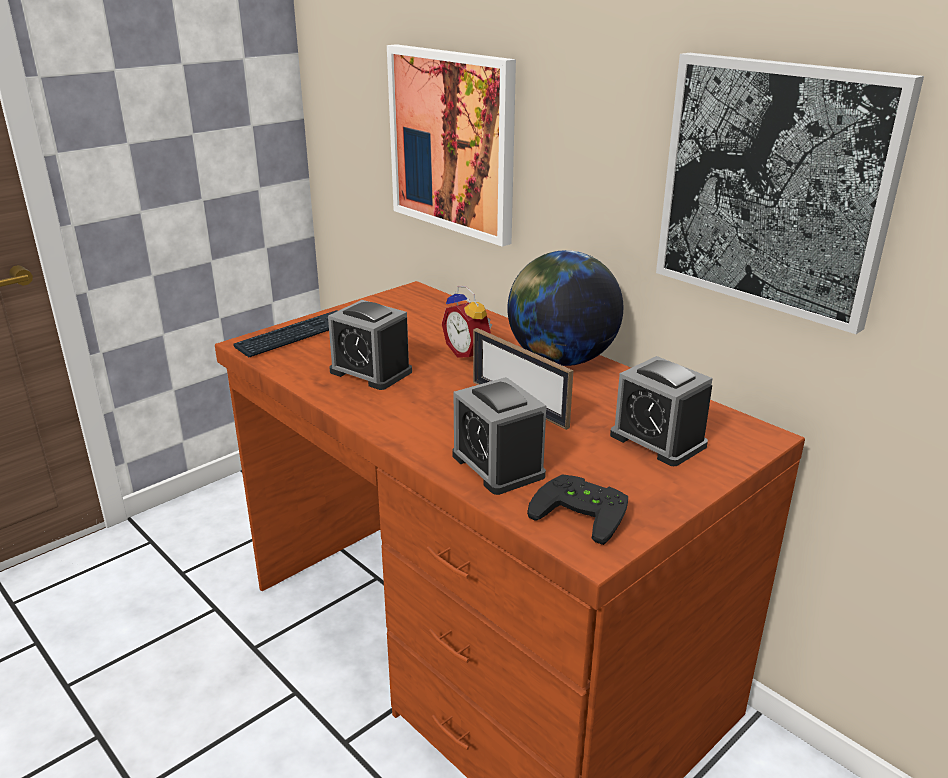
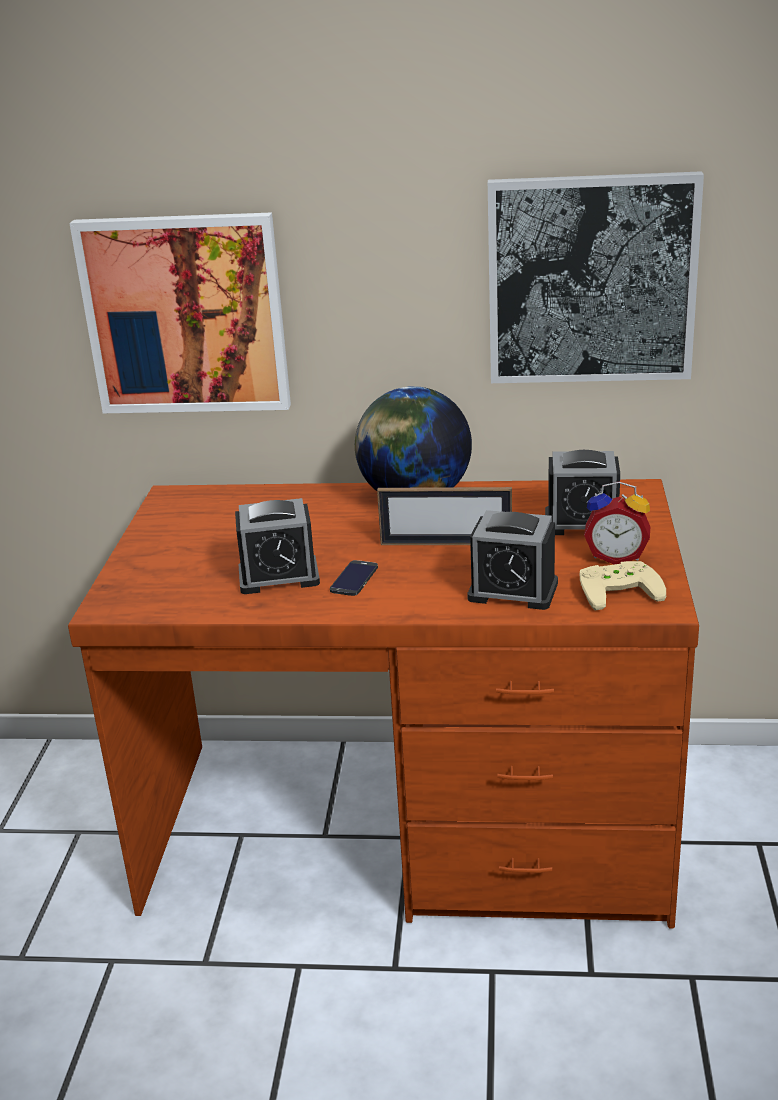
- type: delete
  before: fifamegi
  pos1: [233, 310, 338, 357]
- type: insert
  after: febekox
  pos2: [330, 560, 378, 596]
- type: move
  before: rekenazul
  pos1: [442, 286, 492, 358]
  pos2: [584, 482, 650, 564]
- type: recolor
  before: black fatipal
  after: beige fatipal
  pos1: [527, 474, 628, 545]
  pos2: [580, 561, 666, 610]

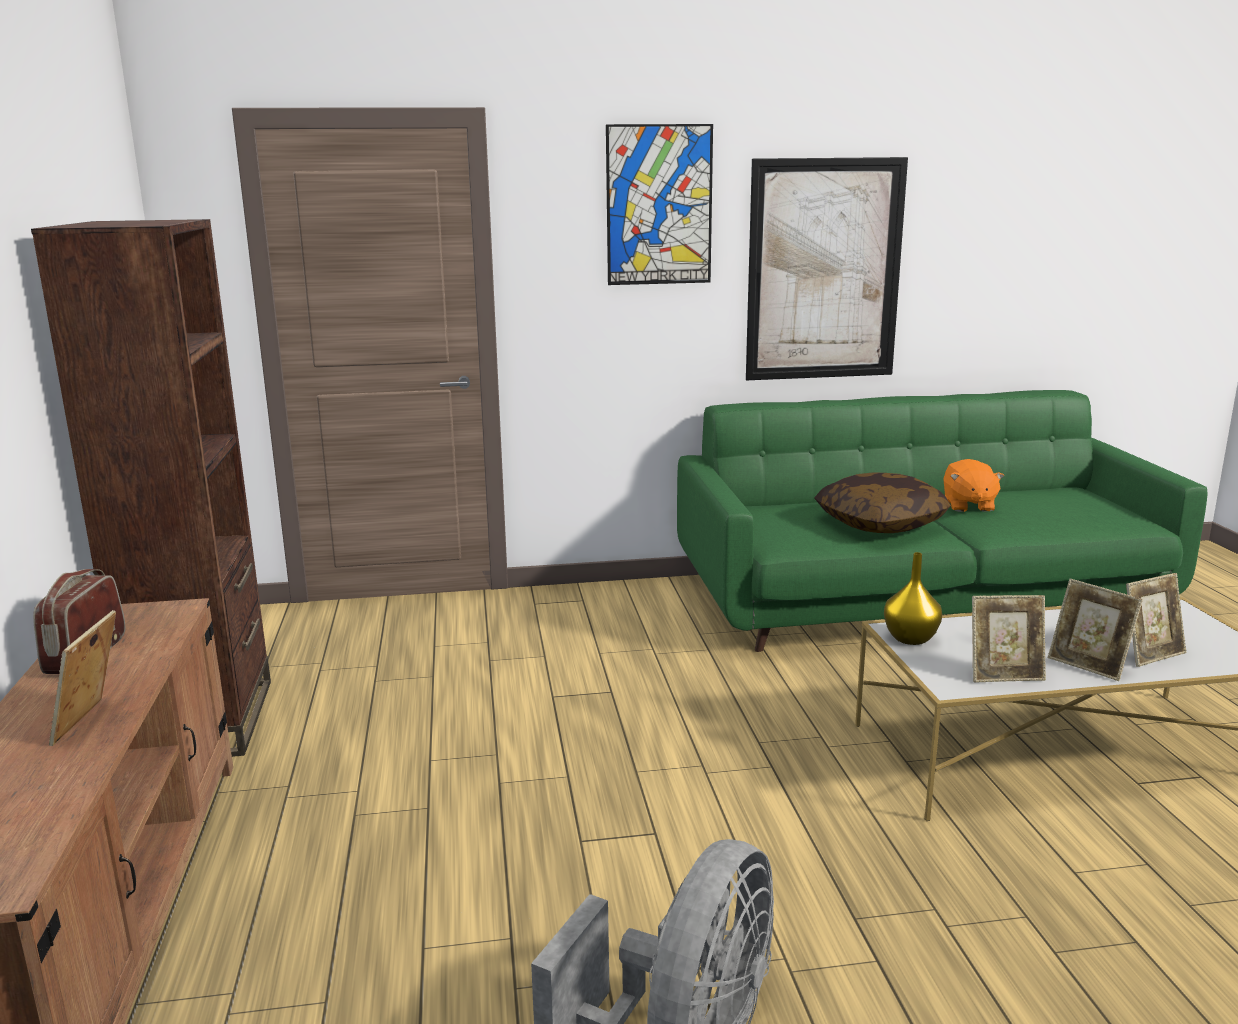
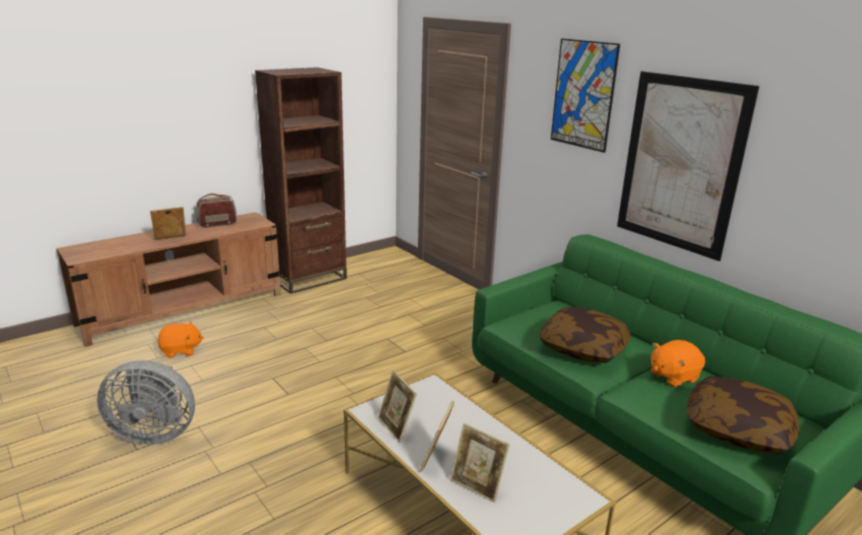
- type: delete
  before: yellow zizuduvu
  pos1: [884, 552, 942, 645]
- type: insert
  after: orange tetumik
  pos2: [158, 321, 204, 358]
- type: insert
  after: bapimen
  pos2: [687, 376, 799, 454]

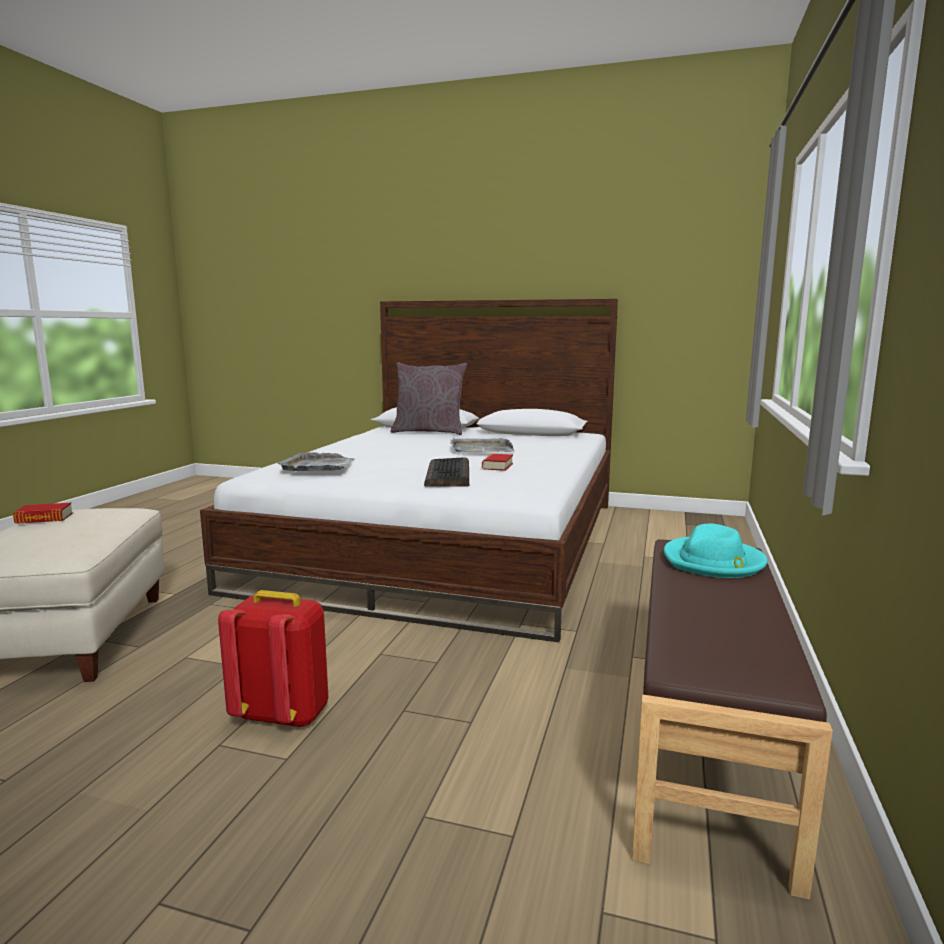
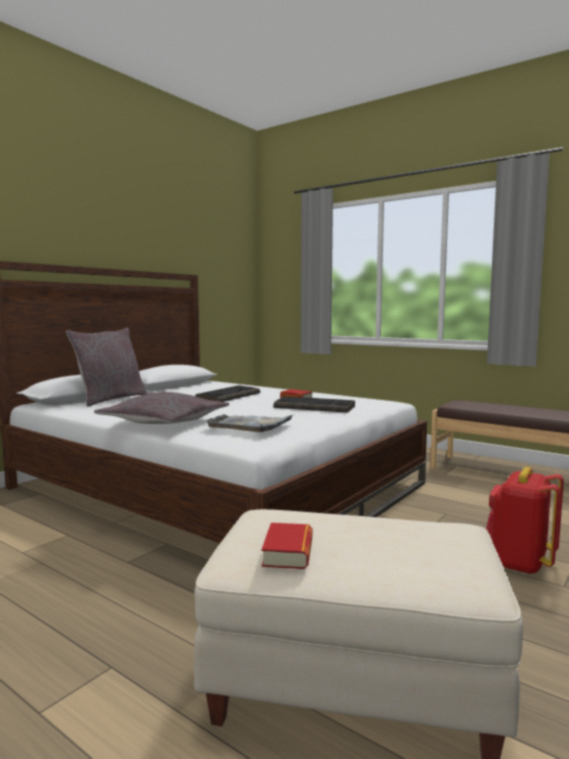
- type: delete
  before: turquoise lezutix
  pos1: [664, 524, 767, 578]
- type: insert
  after: grey bapimen
  pos2: [94, 392, 229, 424]
- type: replace
  before: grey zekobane
  after: fifamegi
  pos1: [451, 438, 514, 452]
  pos2: [195, 385, 260, 402]

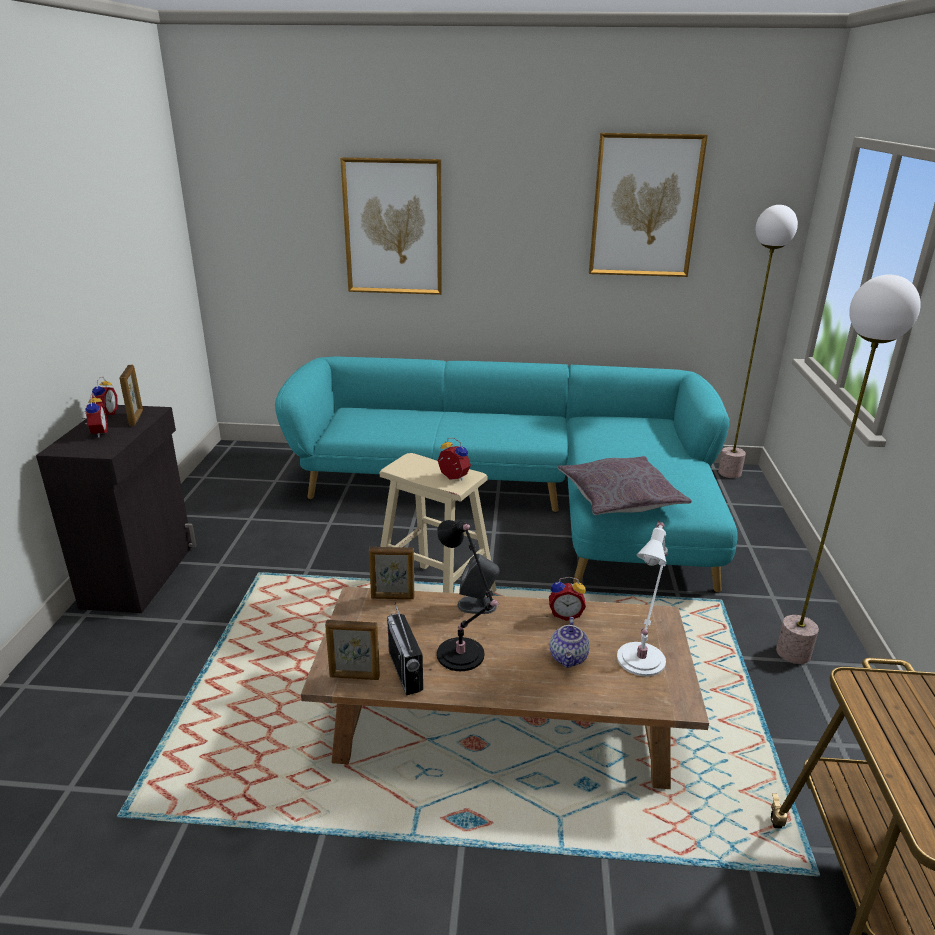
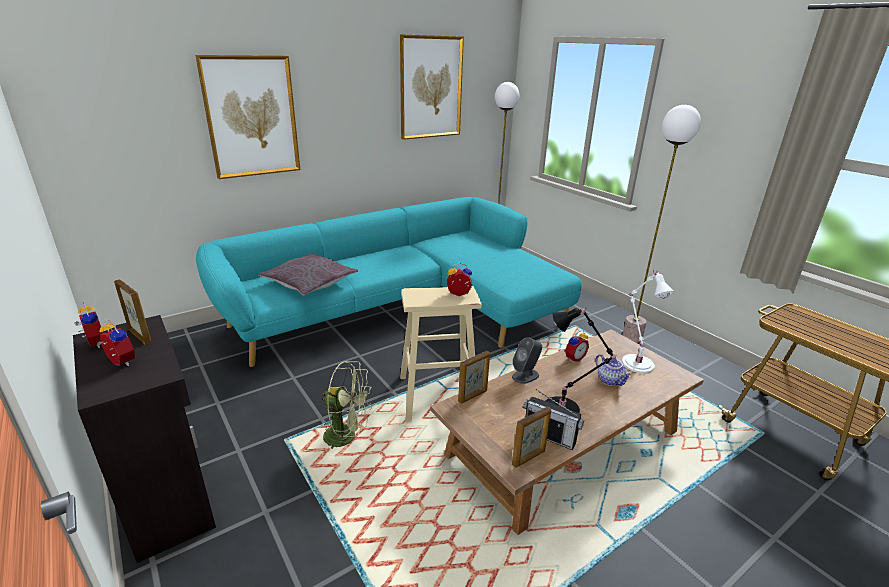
- type: insert
  after: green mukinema
  pos2: [323, 361, 372, 449]
- type: move
  before: grey bapimen
  pos1: [558, 456, 692, 515]
  pos2: [258, 253, 358, 296]

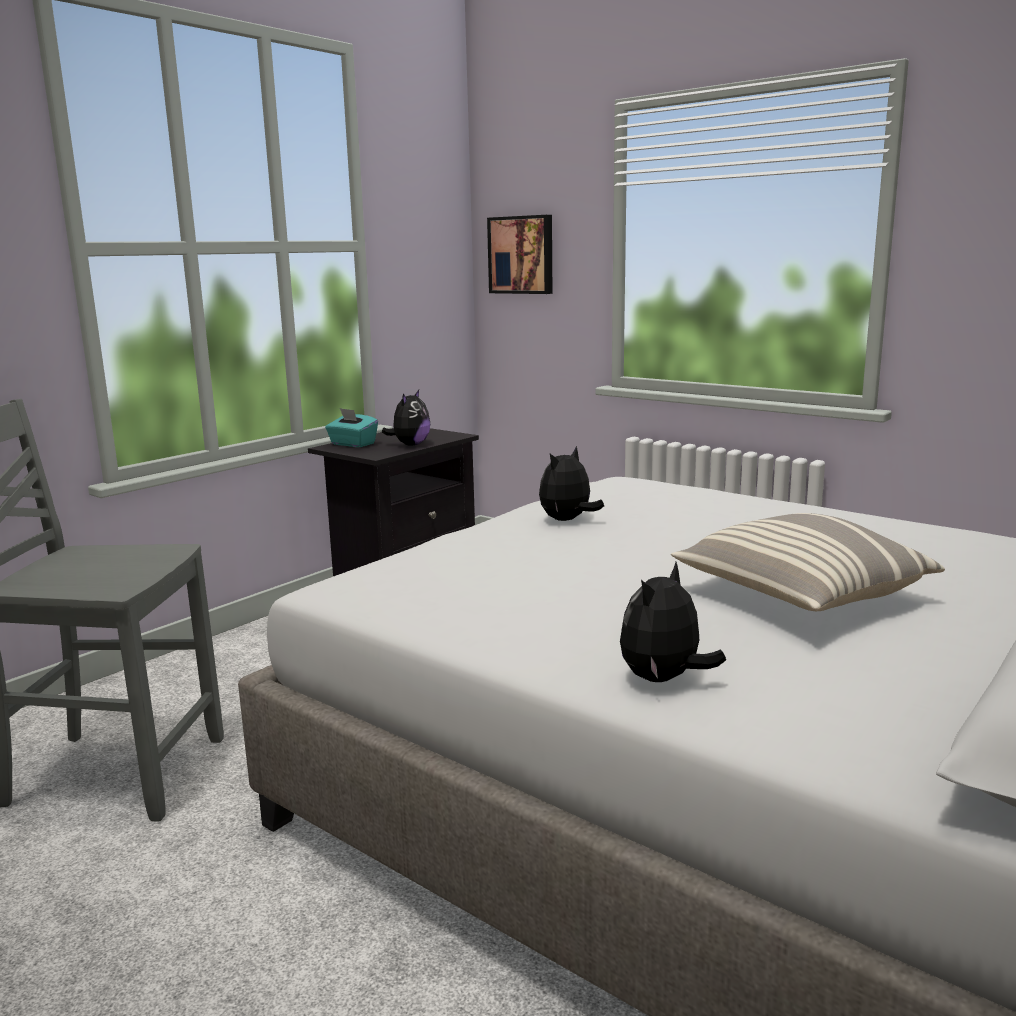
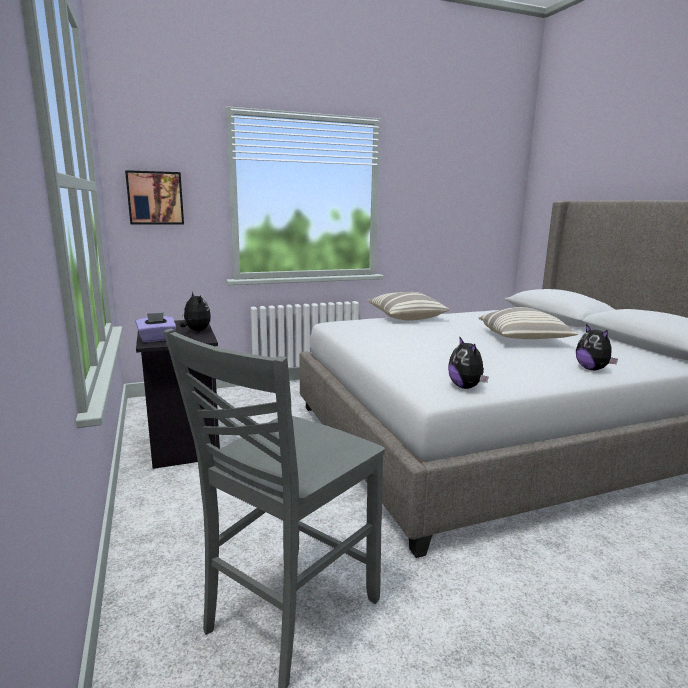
- type: insert
  after: bapimen
  pos2: [367, 292, 449, 320]
- type: move
  before: tetumik
  pos1: [539, 446, 604, 521]
  pos2: [448, 336, 488, 389]
- type: recolor
  before: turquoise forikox
  after: purple forikox
  pos1: [325, 408, 378, 447]
  pos2: [136, 313, 176, 342]

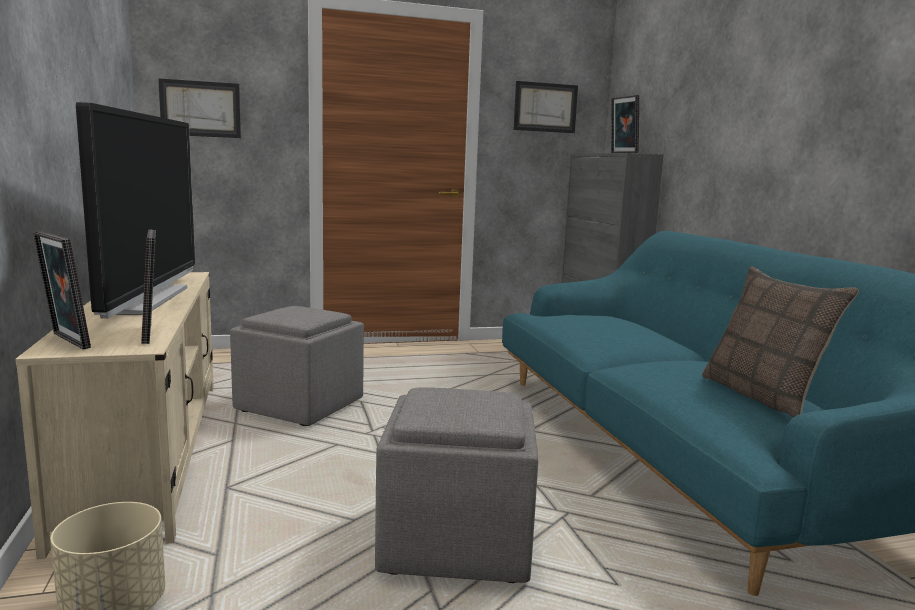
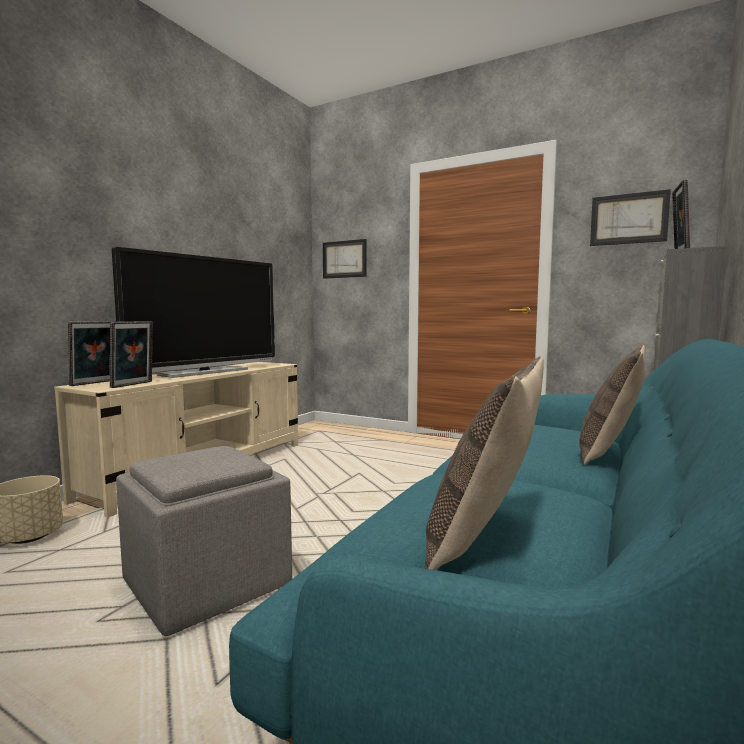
- type: delete
  before: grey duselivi
  pos1: [230, 306, 364, 426]
- type: insert
  after: bapimen
  pos2: [579, 344, 645, 465]
- type: rotate
  before: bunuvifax
  pos1: [33, 231, 91, 349]
  pos2: [68, 321, 115, 386]
  turn: -150

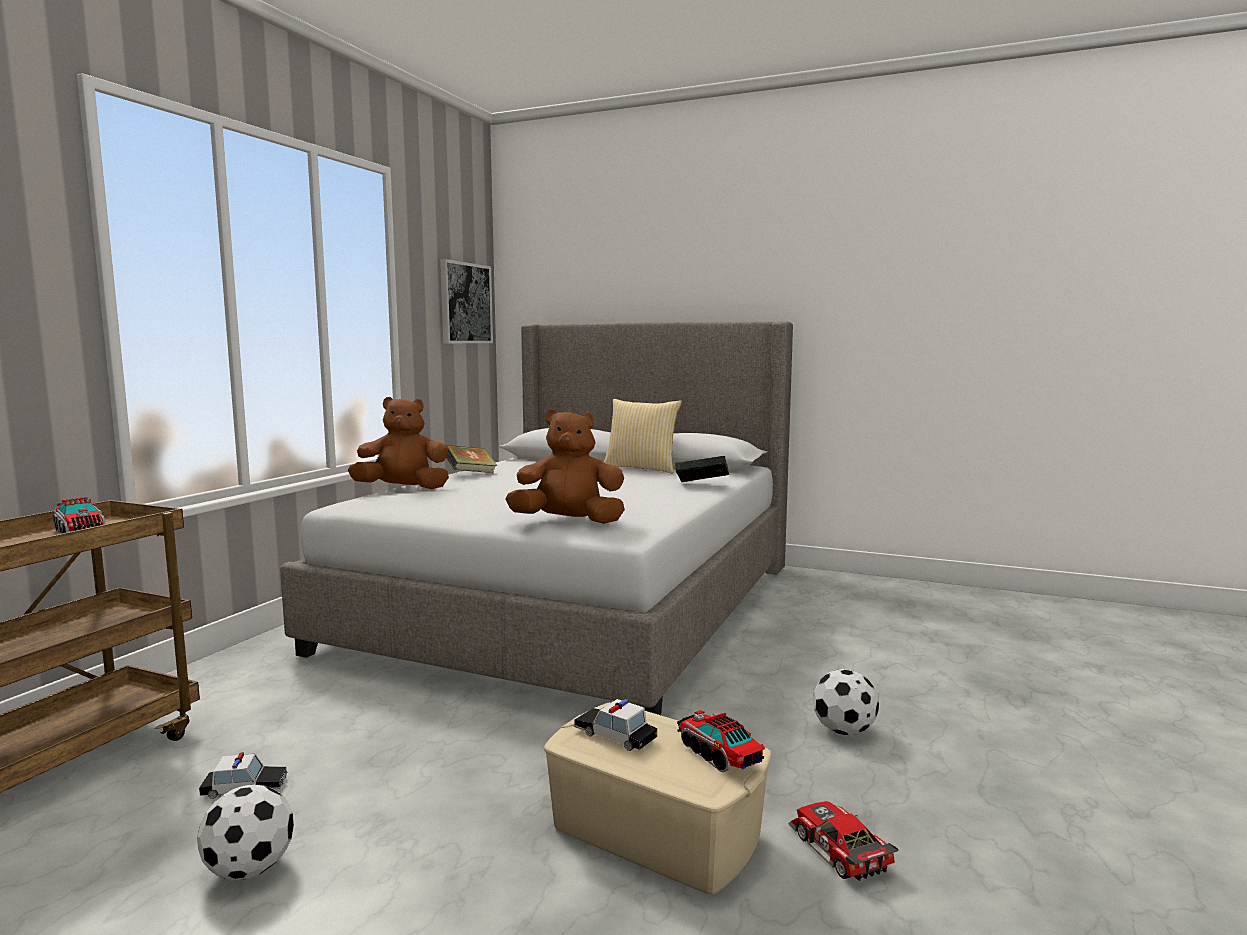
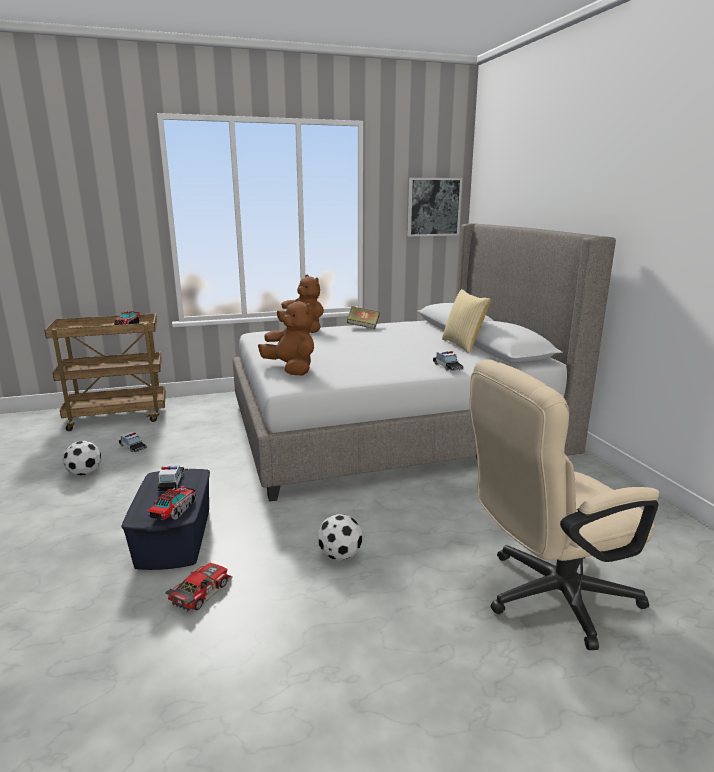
- type: insert
  after: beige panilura
  pos2: [470, 359, 659, 650]
- type: replace
  before: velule
  after: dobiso
  pos1: [675, 456, 729, 483]
  pos2: [433, 351, 464, 371]
- type: recolor
  before: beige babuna
  after: blue babuna
  pos1: [544, 702, 771, 895]
  pos2: [121, 469, 210, 570]

